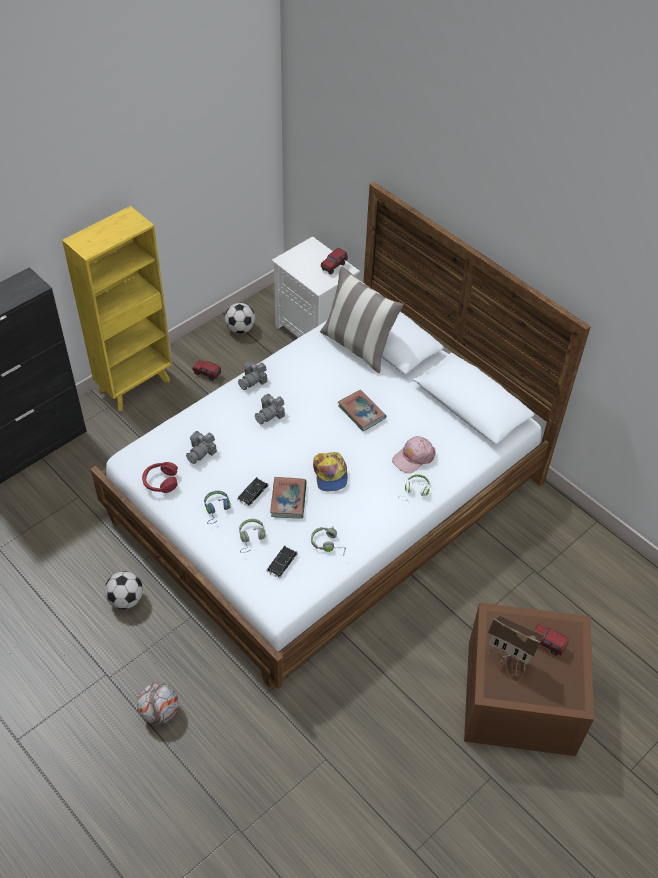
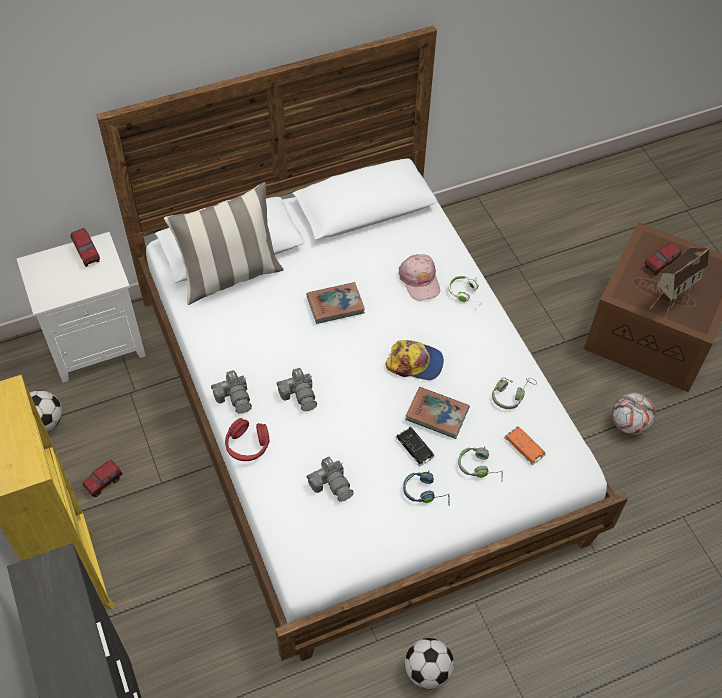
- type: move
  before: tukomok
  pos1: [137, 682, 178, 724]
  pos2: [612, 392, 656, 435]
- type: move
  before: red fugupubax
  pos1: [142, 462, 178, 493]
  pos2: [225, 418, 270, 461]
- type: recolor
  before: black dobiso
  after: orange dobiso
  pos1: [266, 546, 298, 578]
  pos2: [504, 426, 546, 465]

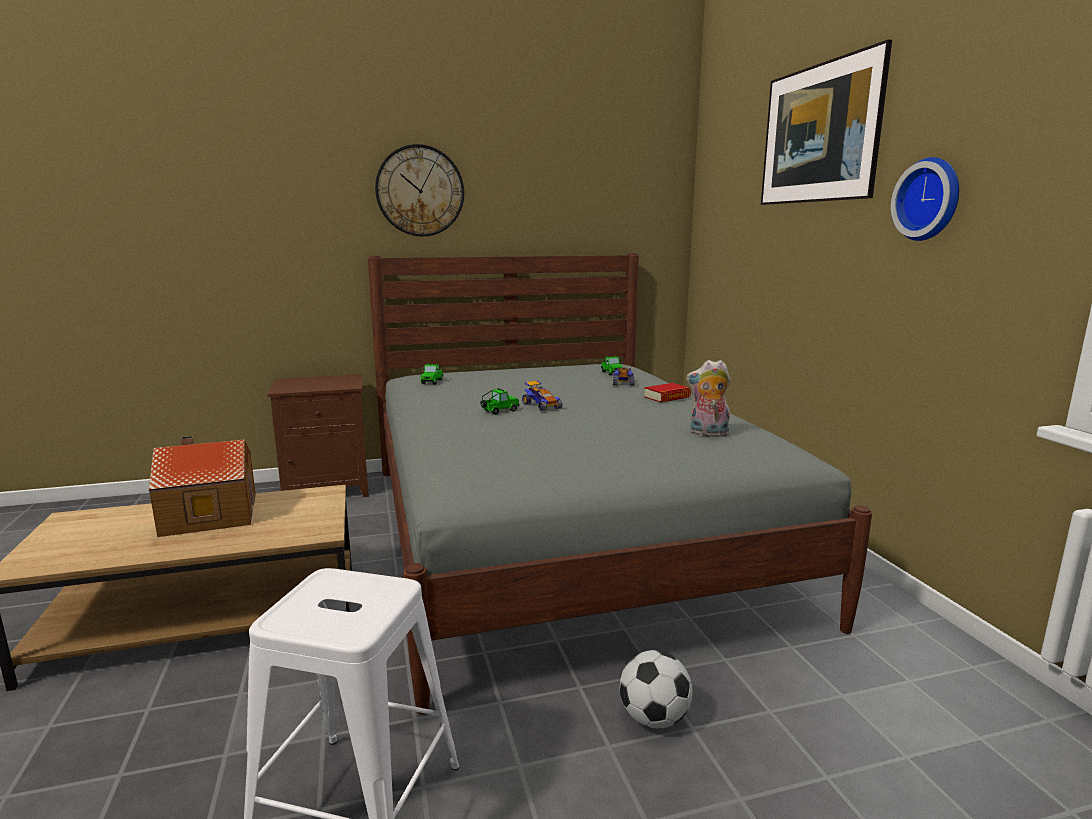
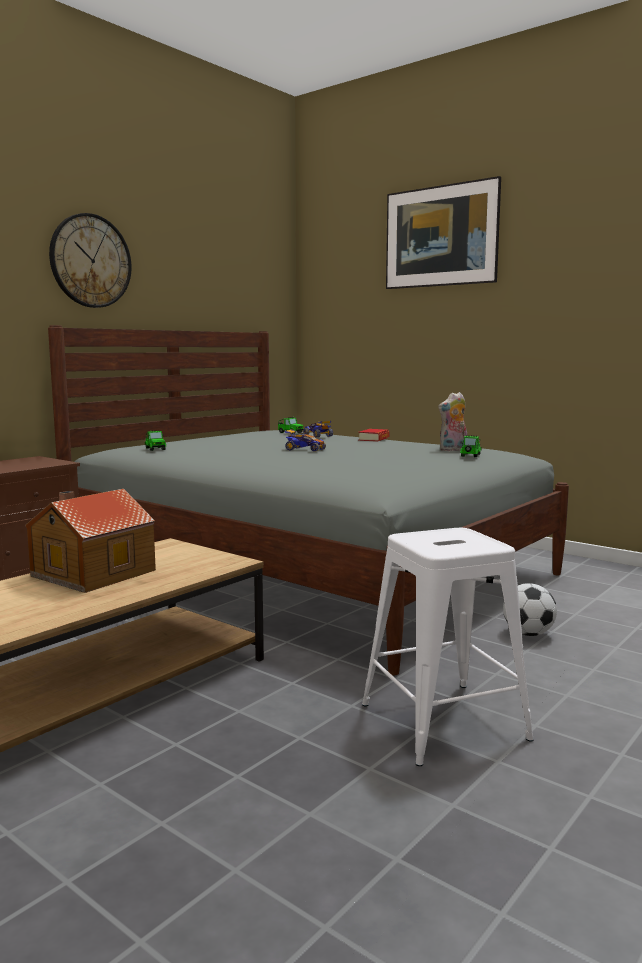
- type: delete
  before: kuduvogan
  pos1: [891, 157, 959, 241]
- type: move
  before: dobiso
  pos1: [480, 388, 519, 415]
  pos2: [460, 435, 482, 457]

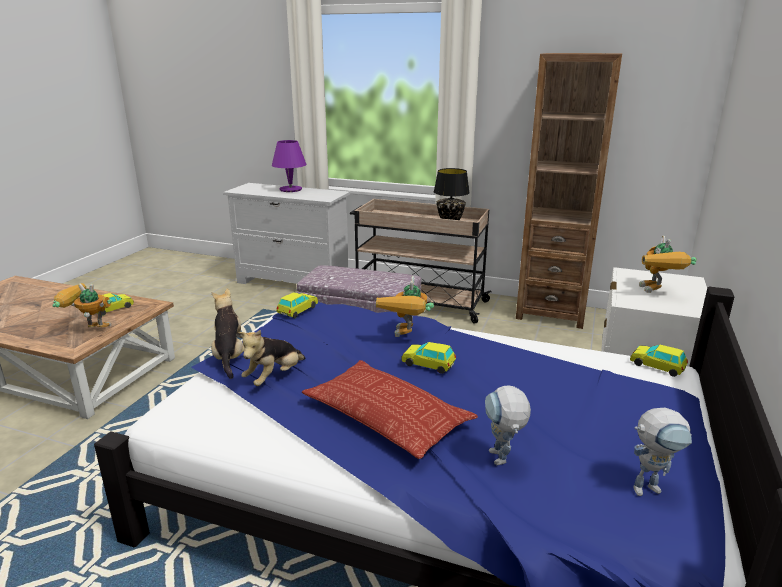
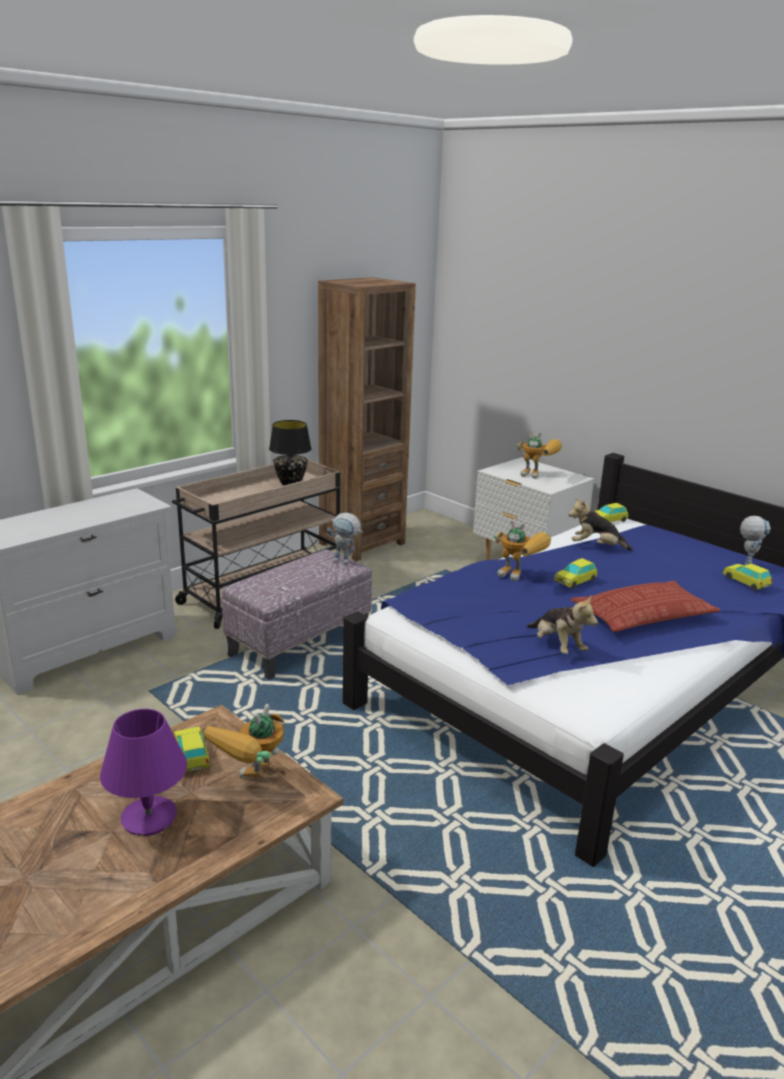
- type: move
  before: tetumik
  pos1: [211, 288, 245, 379]
  pos2: [568, 497, 633, 551]
- type: move
  before: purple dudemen
  pos1: [272, 140, 307, 192]
  pos2: [100, 709, 187, 836]
- type: move
  before: dobiso
  pos1: [276, 292, 318, 318]
  pos2: [723, 564, 772, 591]
- type: move
  before: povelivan
  pos1: [485, 385, 531, 465]
  pos2: [327, 512, 363, 564]

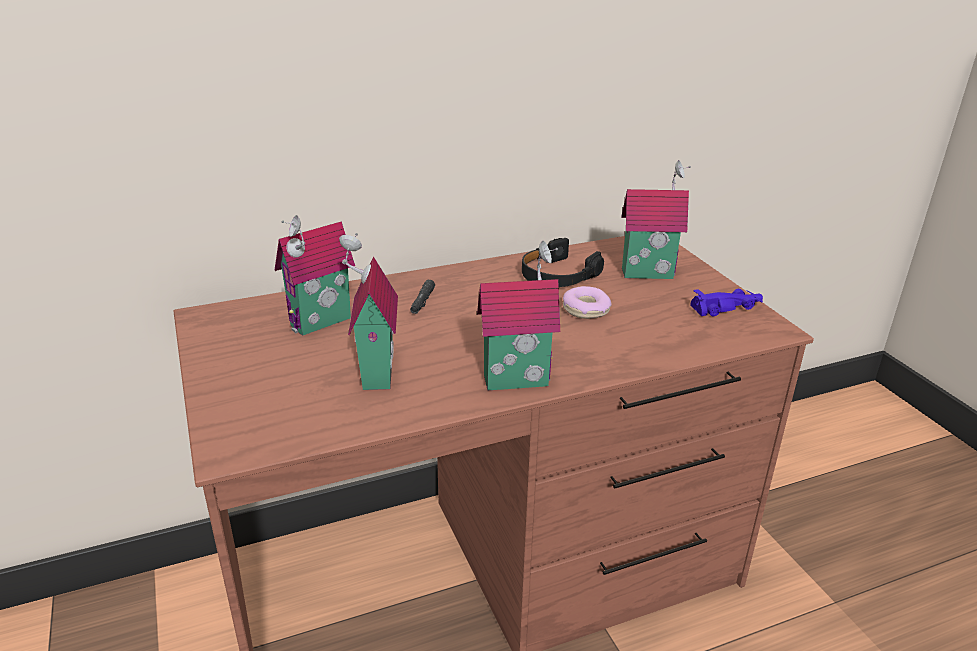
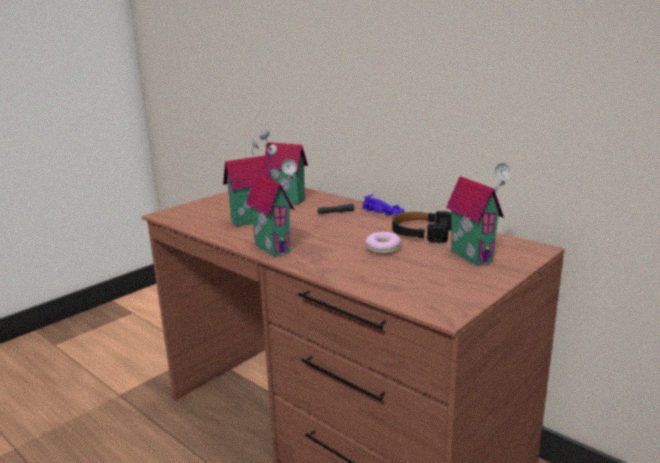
- type: move
  before: purple dobiso
  pos1: [690, 289, 763, 316]
  pos2: [363, 194, 405, 216]

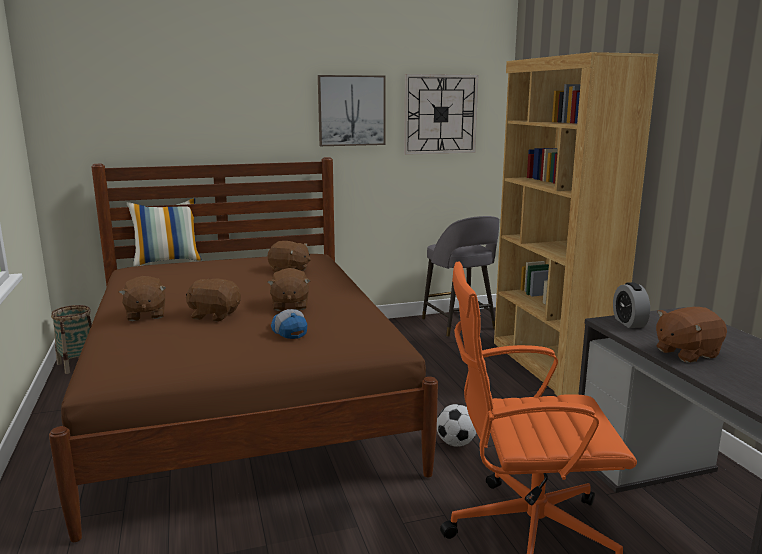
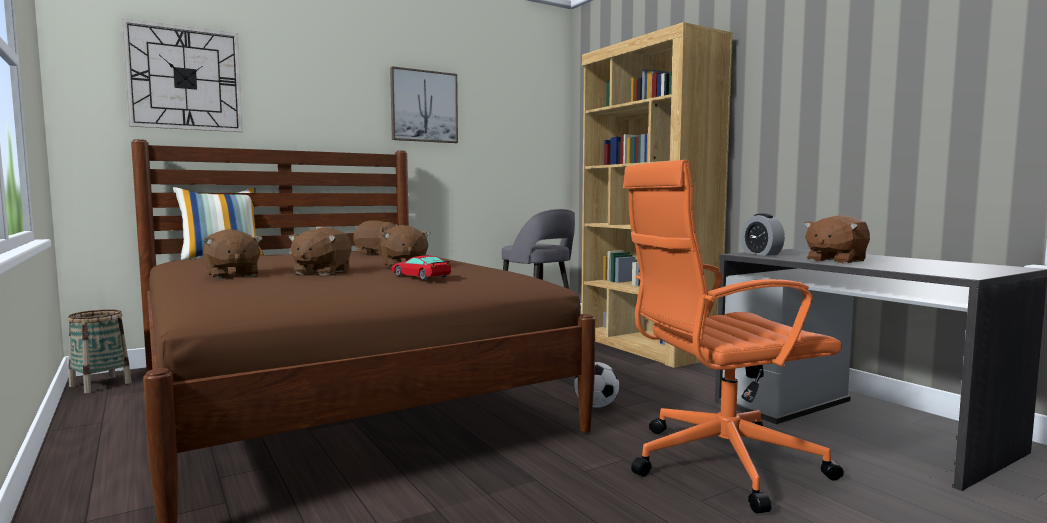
- type: move
  before: kuduvogan
  pos1: [404, 74, 478, 155]
  pos2: [122, 18, 243, 132]
- type: replace
  before: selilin
  after: dobiso
  pos1: [271, 309, 307, 339]
  pos2: [392, 256, 451, 280]
- type: rotate
  before: brown tetumik
  pos1: [186, 279, 241, 322]
  pos2: [288, 227, 352, 275]
  turn: -75

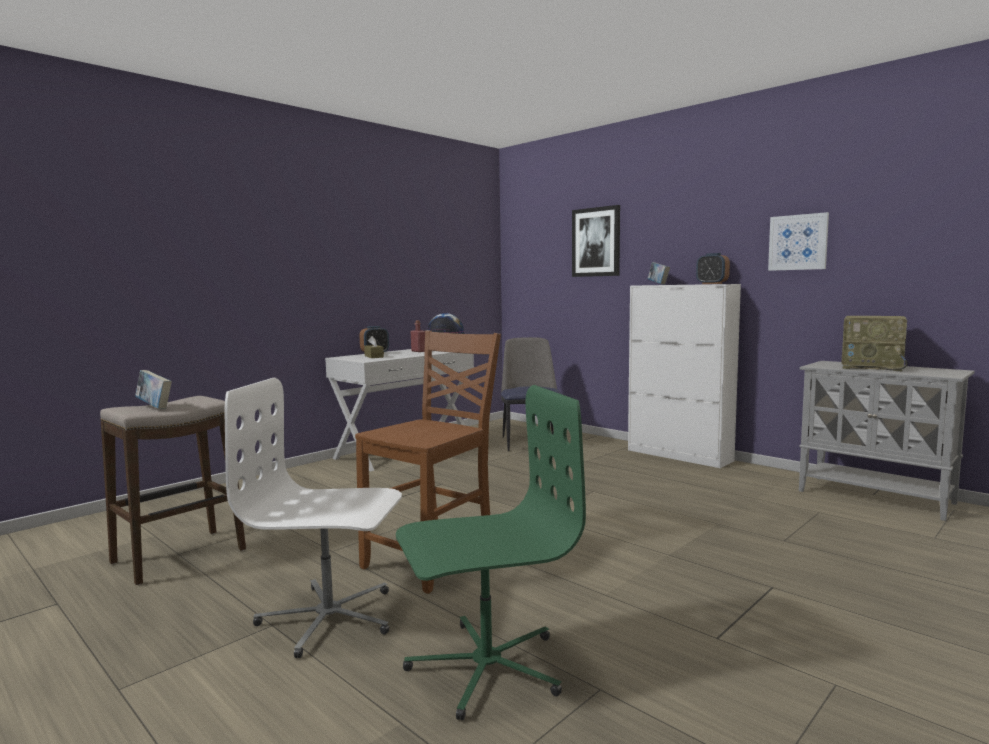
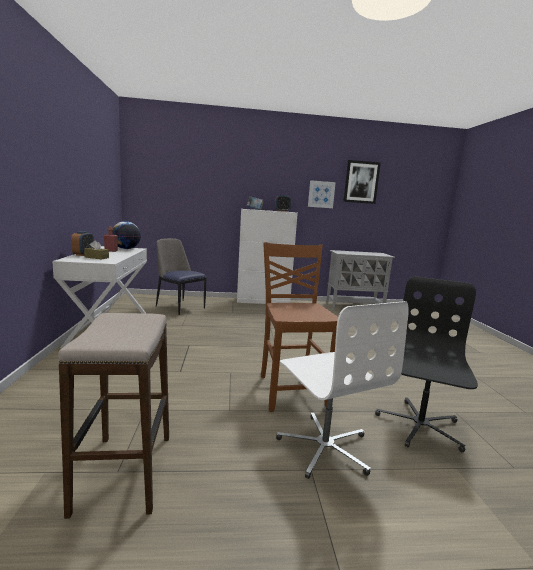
- type: delete
  before: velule
  pos1: [135, 370, 172, 409]
- type: delete
  before: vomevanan
  pos1: [841, 316, 908, 371]
- type: move
  before: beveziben
  pos1: [572, 205, 620, 277]
  pos2: [343, 160, 381, 204]
- type: recolor
  before: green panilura
  after: black panilura
  pos1: [396, 385, 586, 721]
  pos2: [375, 276, 478, 452]
- type: rotate
  before: white panilura
  pos1: [224, 378, 402, 658]
  pos2: [276, 301, 409, 479]
  turn: -75

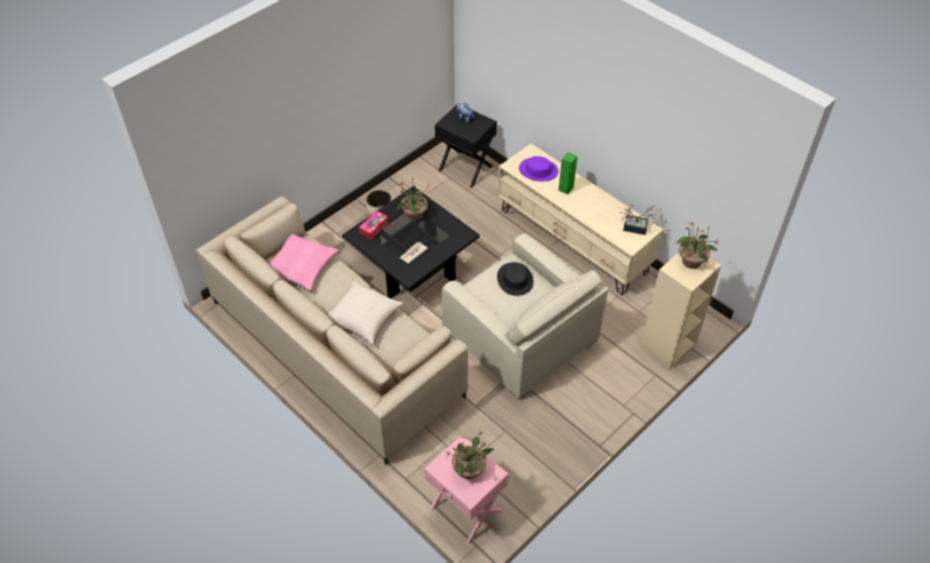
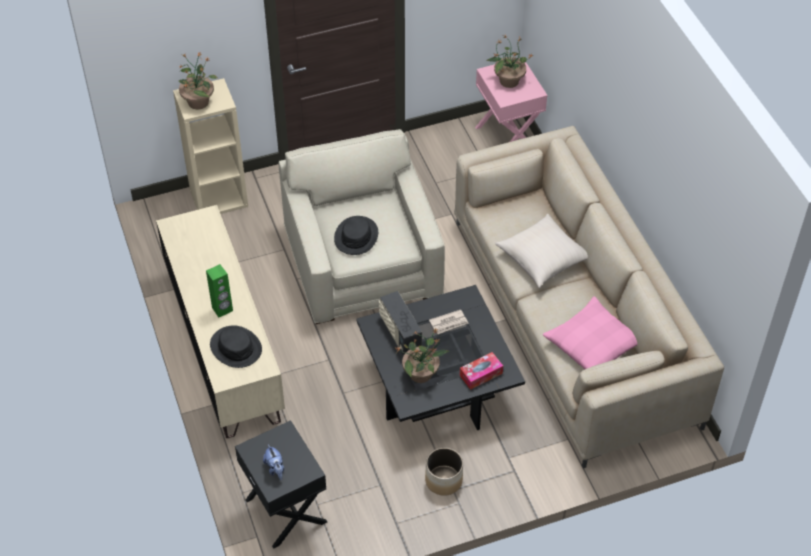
- type: delete
  before: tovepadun
  pos1: [620, 203, 659, 235]
- type: insert
  after: vomevanan
  pos2: [379, 291, 422, 356]
- type: recolor
  before: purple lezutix
  after: black lezutix
  pos1: [519, 156, 558, 182]
  pos2: [210, 325, 262, 368]

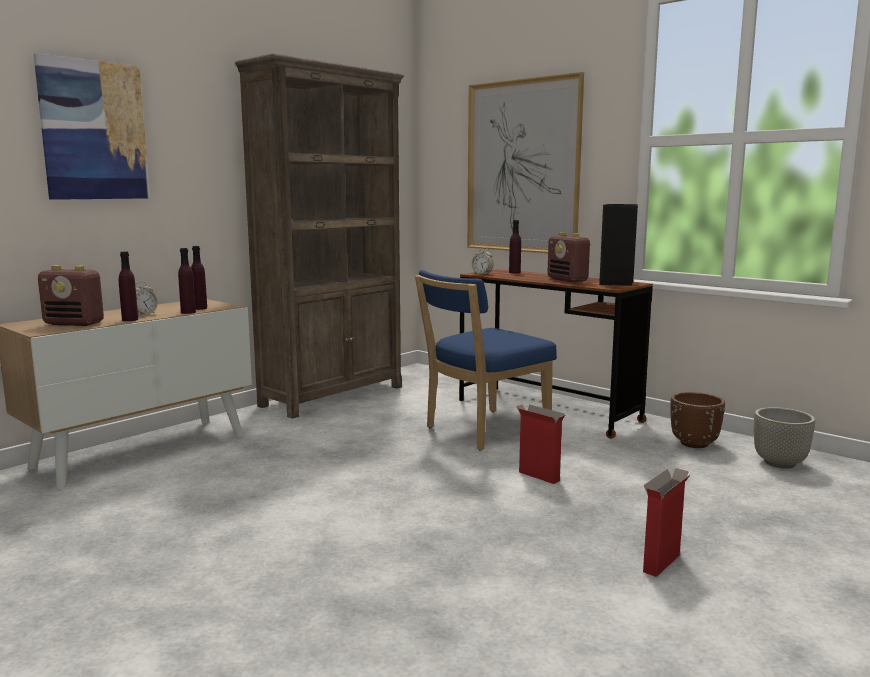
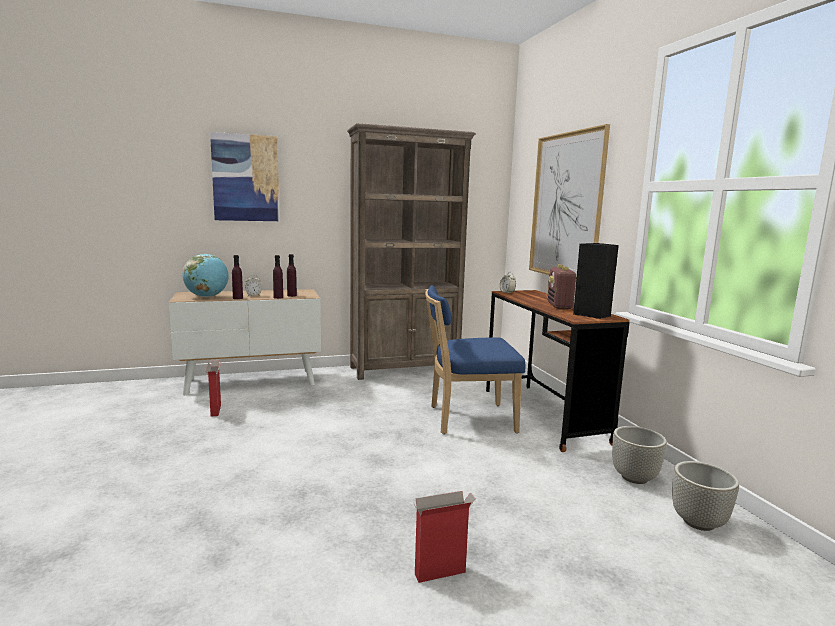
- type: delete
  before: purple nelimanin
  pos1: [509, 220, 521, 273]
- type: move
  before: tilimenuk
  pos1: [516, 404, 565, 484]
  pos2: [205, 361, 221, 417]
- type: replace
  before: vomevanan
  after: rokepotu
  pos1: [38, 265, 104, 326]
  pos2: [183, 254, 228, 297]
- type: recolor
  before: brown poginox
  after: grey poginox
  pos1: [671, 392, 725, 448]
  pos2: [612, 426, 667, 484]

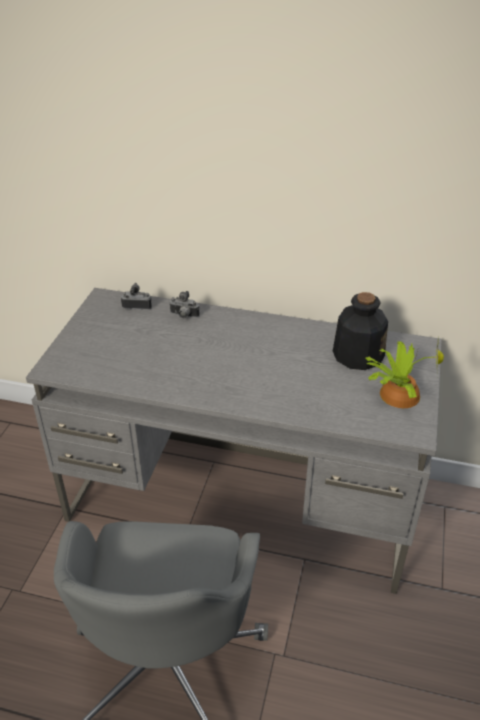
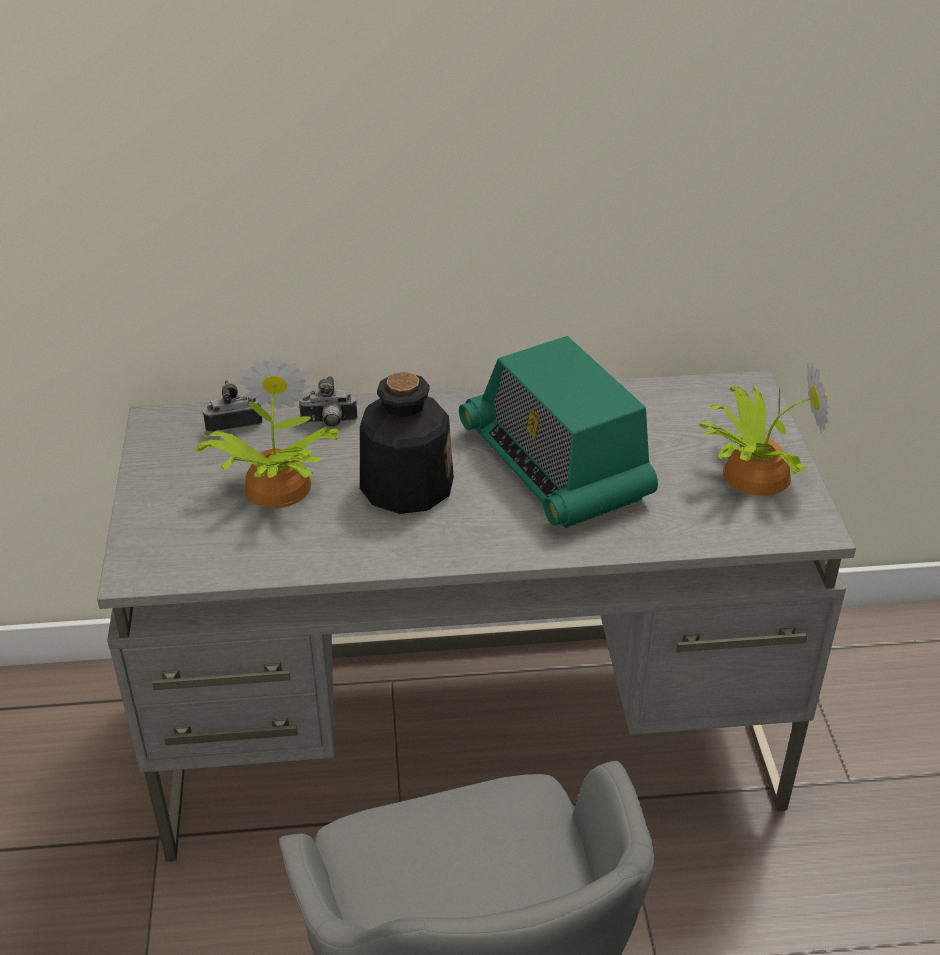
- type: insert
  after: tovepadun
  pos2: [194, 356, 339, 508]
- type: insert
  after: vomevanan
  pos2: [459, 336, 658, 528]
- type: move
  before: nelimanin
  pos1: [333, 292, 388, 370]
  pos2: [360, 372, 454, 514]

